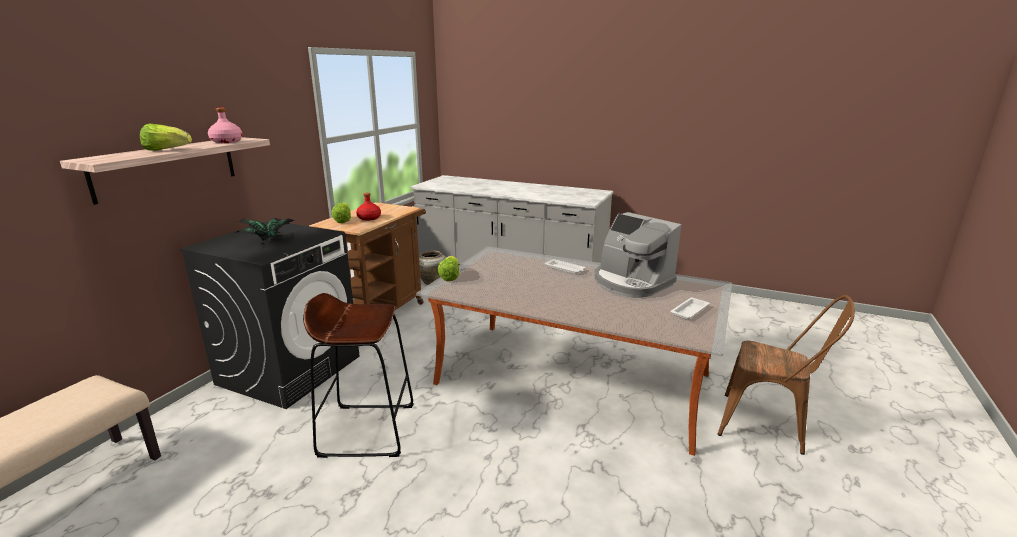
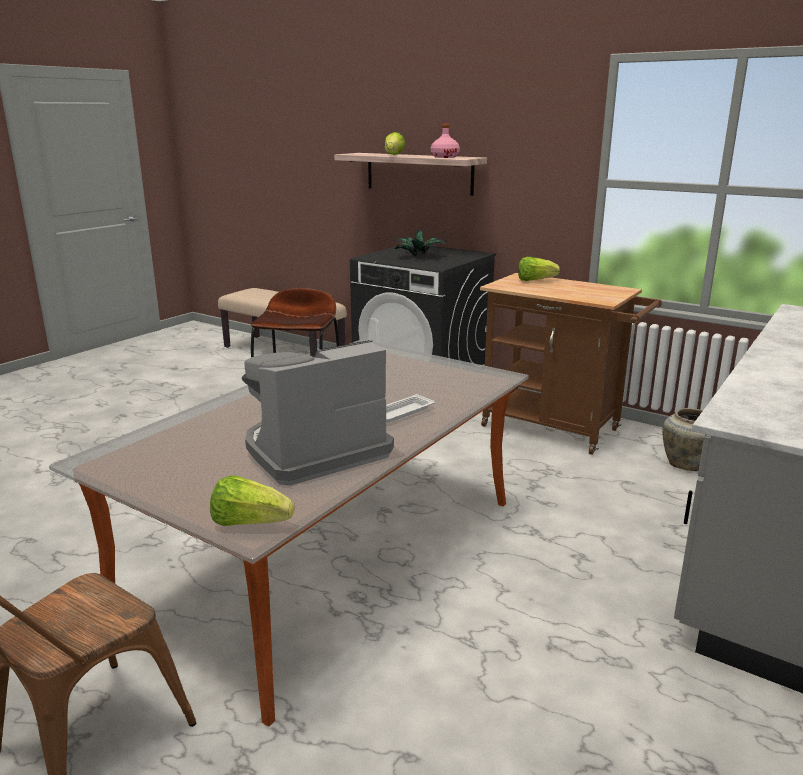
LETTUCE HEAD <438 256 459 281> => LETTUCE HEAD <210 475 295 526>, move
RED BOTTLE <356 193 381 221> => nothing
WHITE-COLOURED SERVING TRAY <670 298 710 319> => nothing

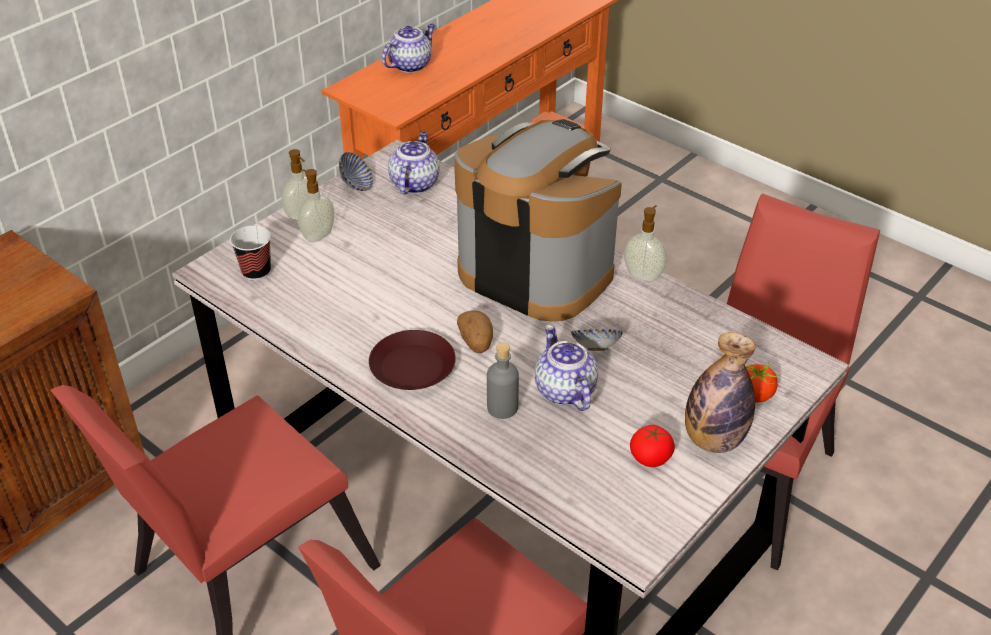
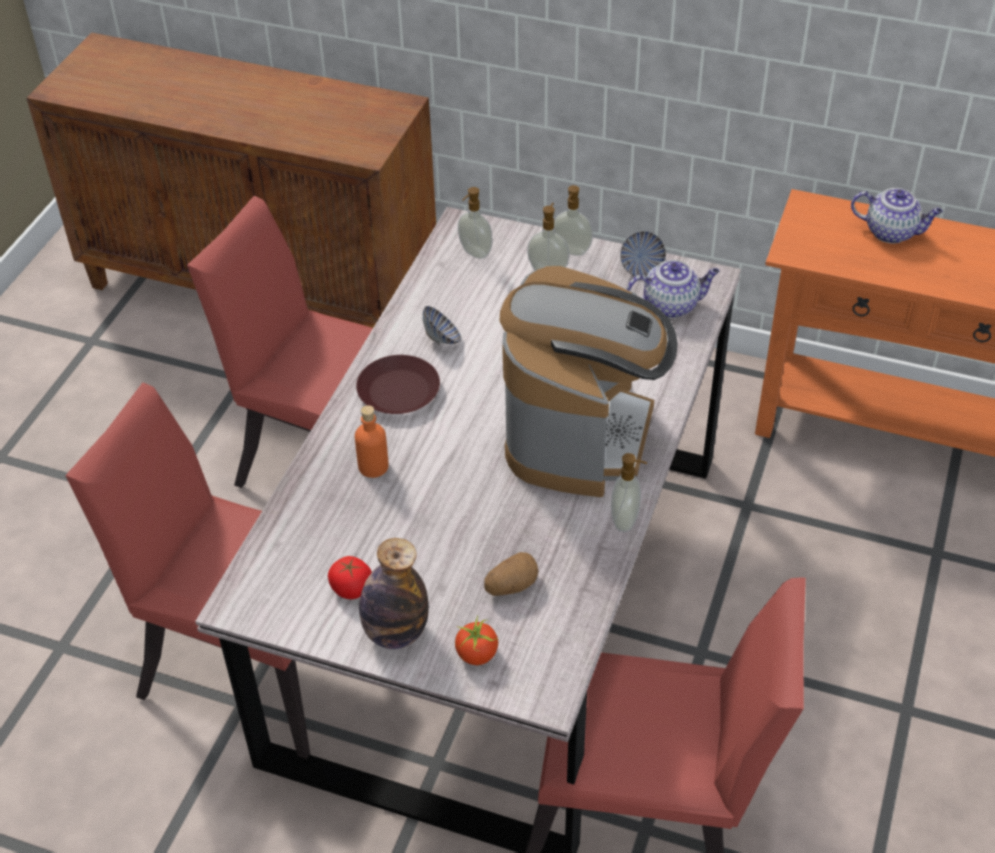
GRAY BOTTLE <487 342 519 419> => ORANGE BOTTLE <355 405 389 478>
SERVING BOWL <571 329 623 351> => SERVING BOWL <423 306 461 346>, move
CUP <230 226 271 281> => LIQUID SOAP BOTTLE <458 187 493 259>
WHOLE POTATO <457 310 493 353> => WHOLE POTATO <484 552 539 596>, move
TEAPOT <535 325 598 411> => nothing

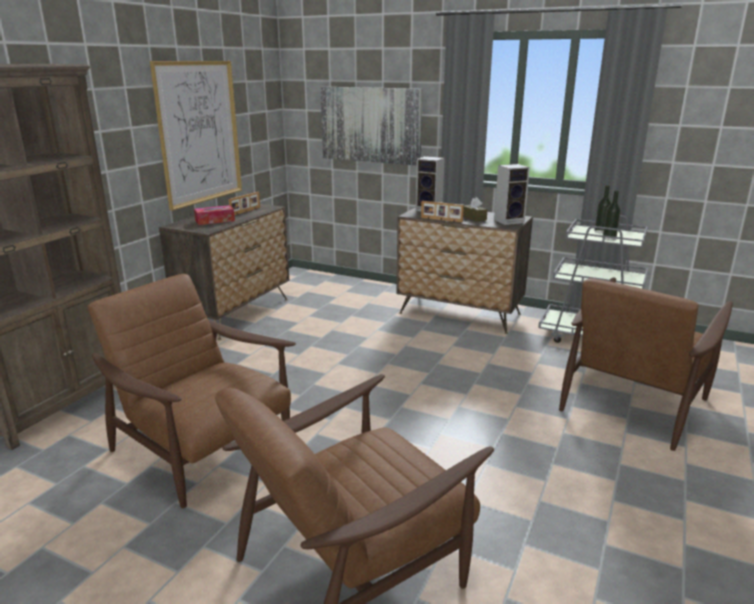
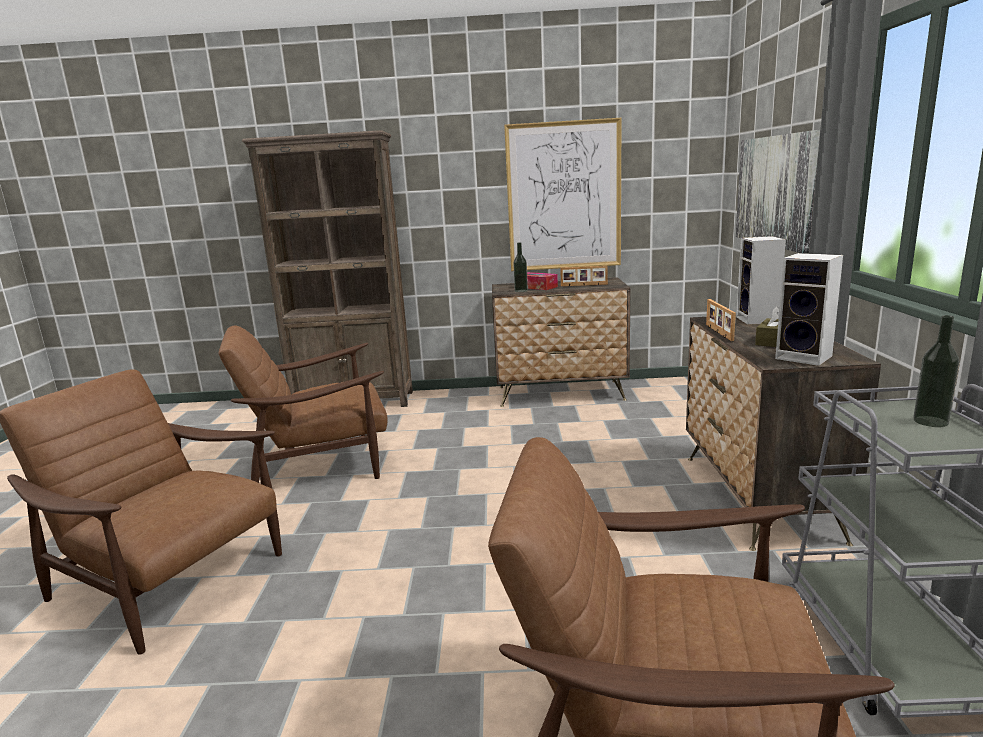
BROWN-COLOURED EASY CHAIR <87 274 296 508> => BROWN-COLOURED EASY CHAIR <219 326 388 483>, 120 degrees counterclockwise
BOTTLE <602 190 621 241> => BOTTLE <513 242 528 292>, move

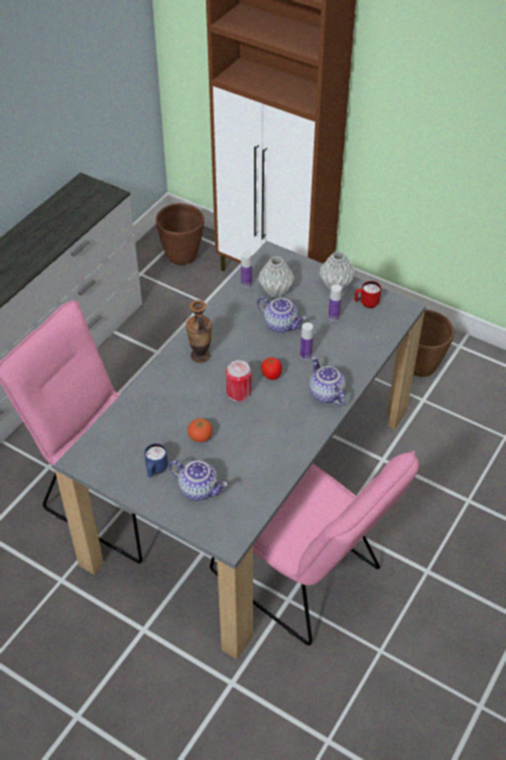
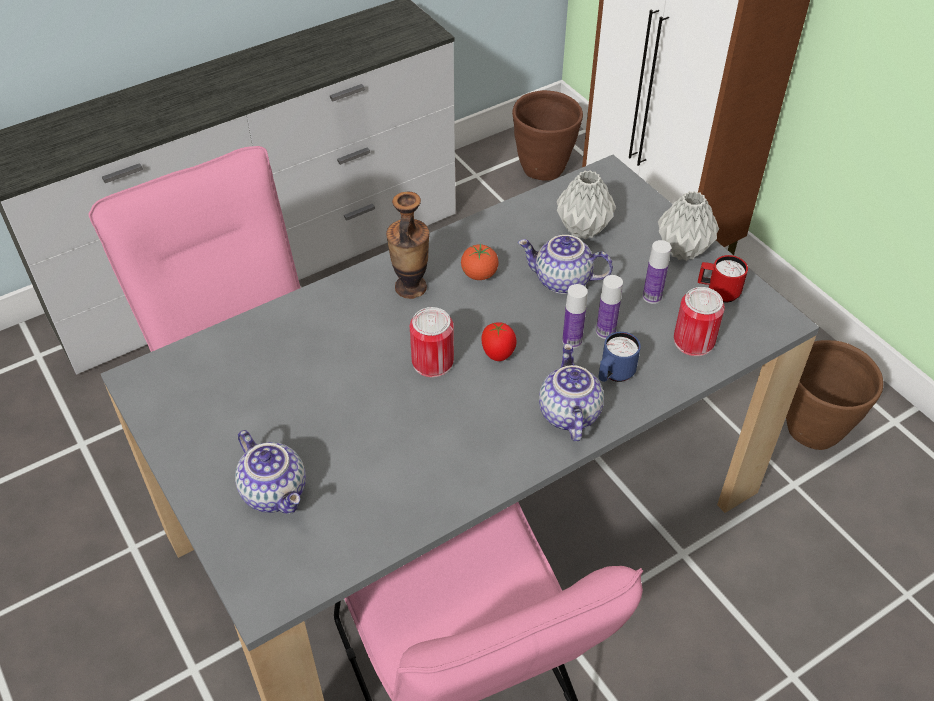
FRESH TOMATO <188 418 213 442> => FRESH TOMATO <461 244 499 280>, move
TEAPOT <257 296 306 333> => TEAPOT <518 235 613 294>, 135 degrees clockwise
BOTTLE <241 251 252 288> => BOTTLE <596 275 623 339>, move
BLUISH COFFEE MUG <144 443 168 477> => BLUISH COFFEE MUG <598 332 641 382>, move
nothing => CAN <674 287 725 356>

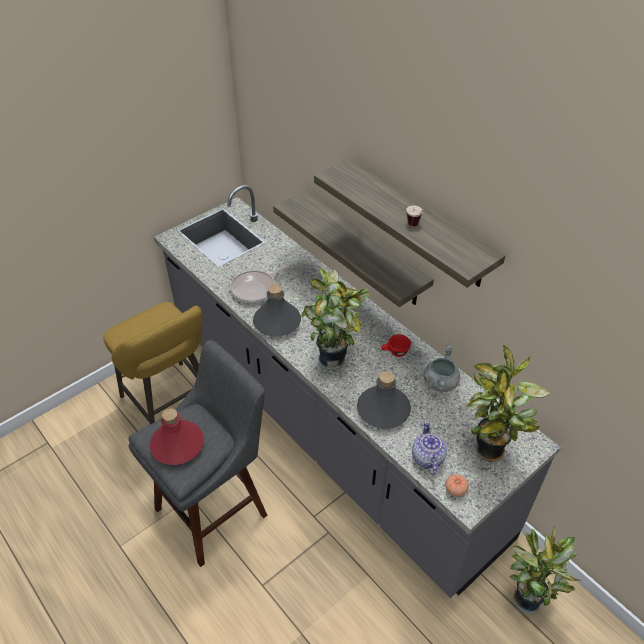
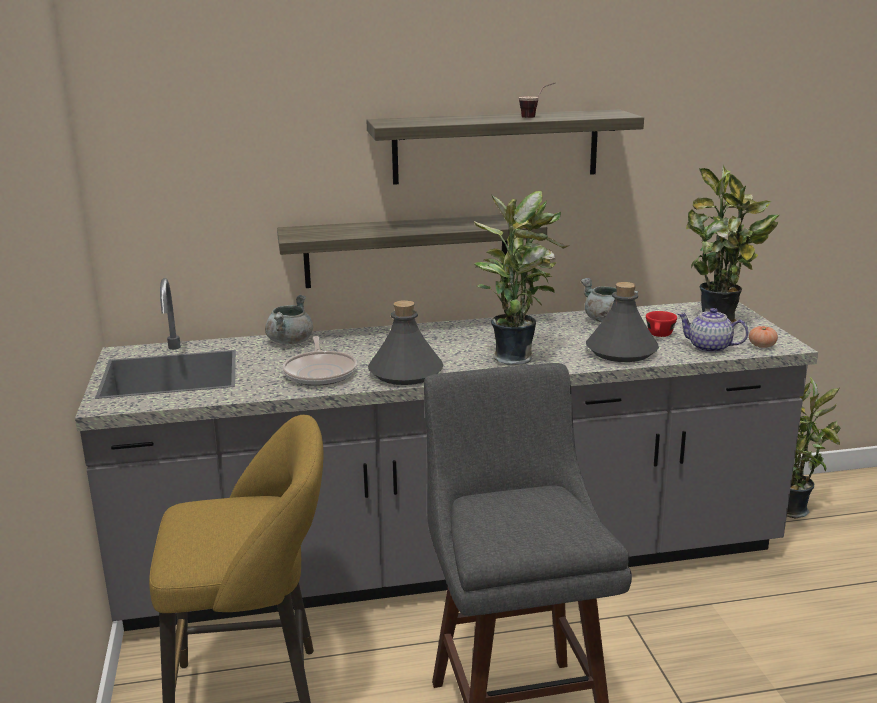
nothing => GRAY SAUCEPOT <265 295 313 344>
RED CUP <381 334 411 357> => RED CUP <646 311 677 337>, move
RED BOTTLE <150 408 204 465> => nothing

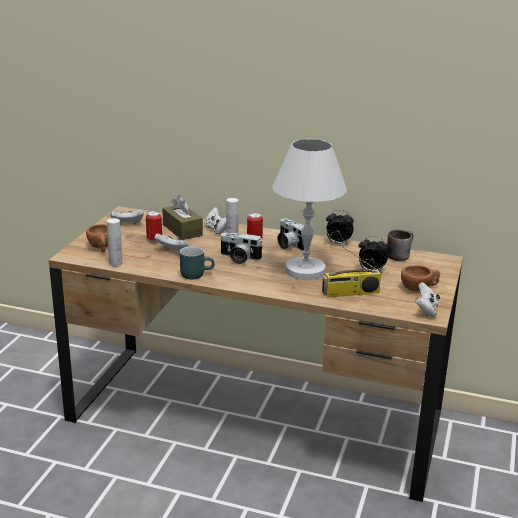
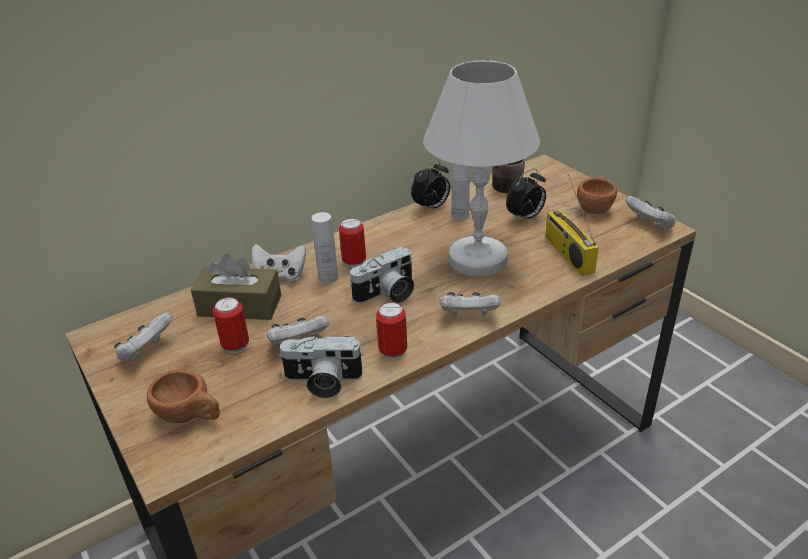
PHOTO CAMERA <277 218 305 251> => PHOTO CAMERA <279 336 364 398>, move
BLUE-GREEN COFFEE MUG <180 246 215 280> => CAN <376 302 407 359>
nothing => WHITE-COLOURED GAMEPAD <439 292 501 316>
WHITE-COLOURED BOTTLE <107 218 122 267> => WHITE-COLOURED BOTTLE <452 163 470 220>, move
RADIO RECEIVER <322 242 381 297> => RADIO RECEIVER <545 174 599 276>, 135 degrees clockwise

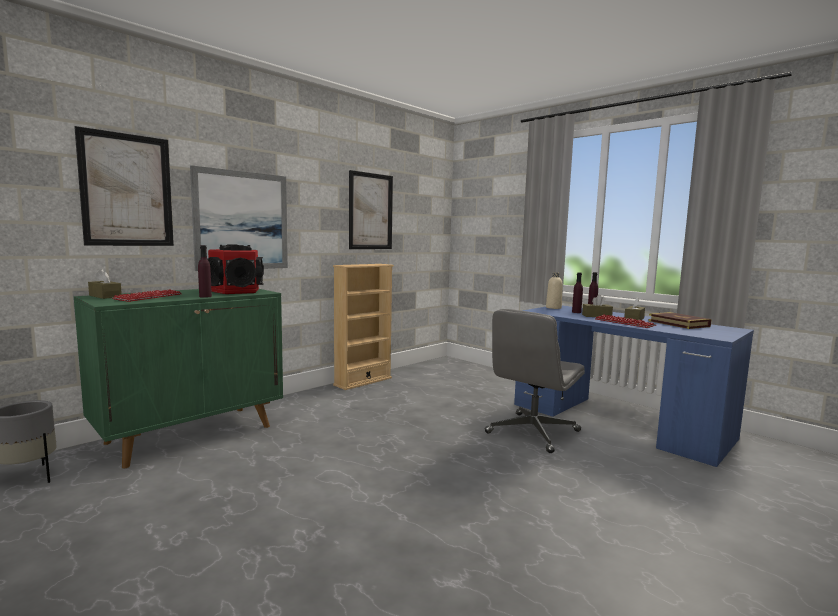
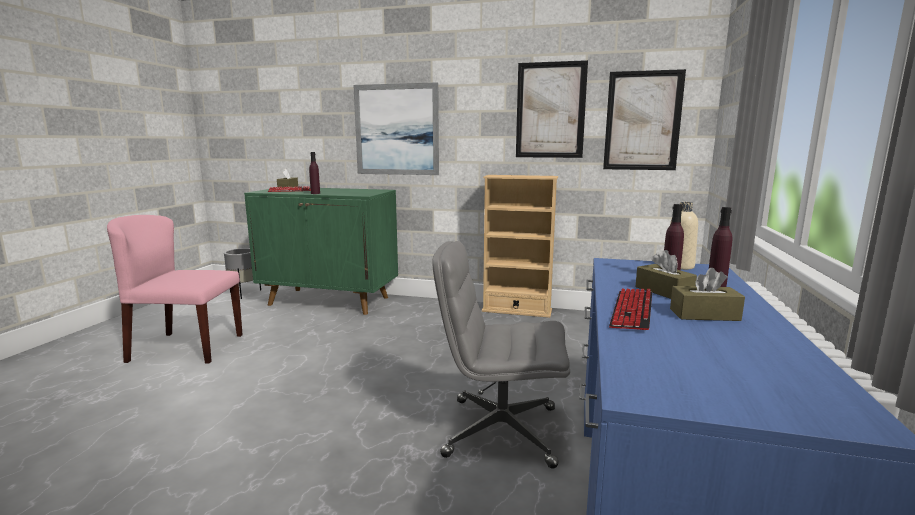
nothing => PINK-COLOURED CHAIR <107 215 243 364>
WALL PICTURE <74 126 174 246> => WALL PICTURE <603 69 686 170>, move
AUDIO SPEAKER <208 244 264 294> => nothing
BOUND BOOK <648 312 711 329> => nothing

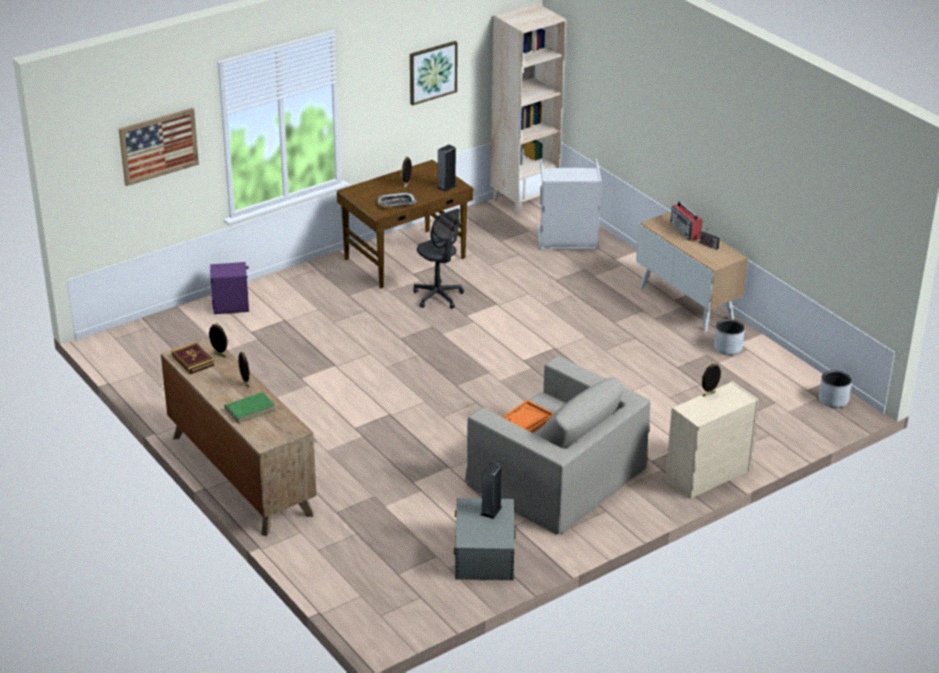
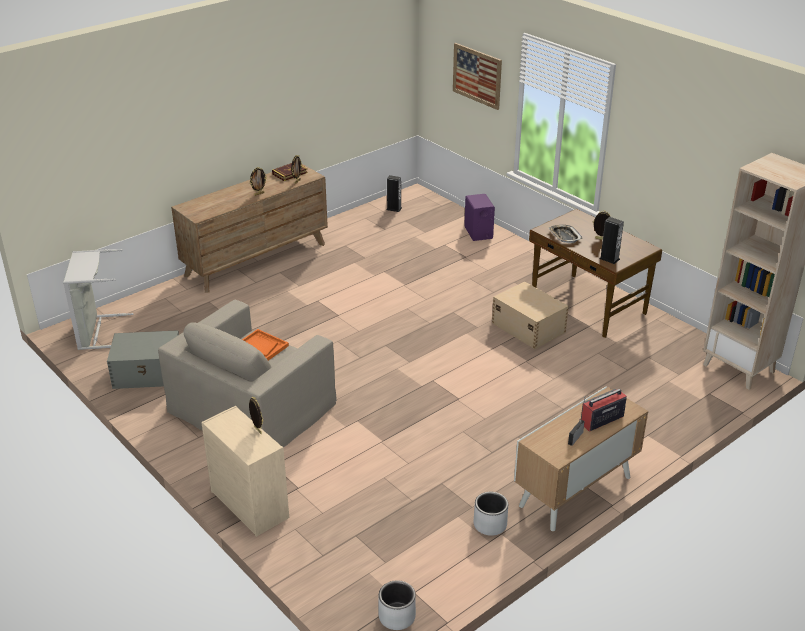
GRAY LAUNDRY BASKET <537 158 601 250> => GRAY LAUNDRY BASKET <63 249 133 350>, move
AUDIO SPEAKER <481 462 502 519> => AUDIO SPEAKER <386 175 402 212>, move
GRAY OFFICE CHAIR <413 209 464 309> => BEIGE STORAGE CONTAINER <492 281 569 349>
GREEN BOUND BOOK <225 392 276 424> => nothing
WALL PICTURE <410 41 458 106> => nothing

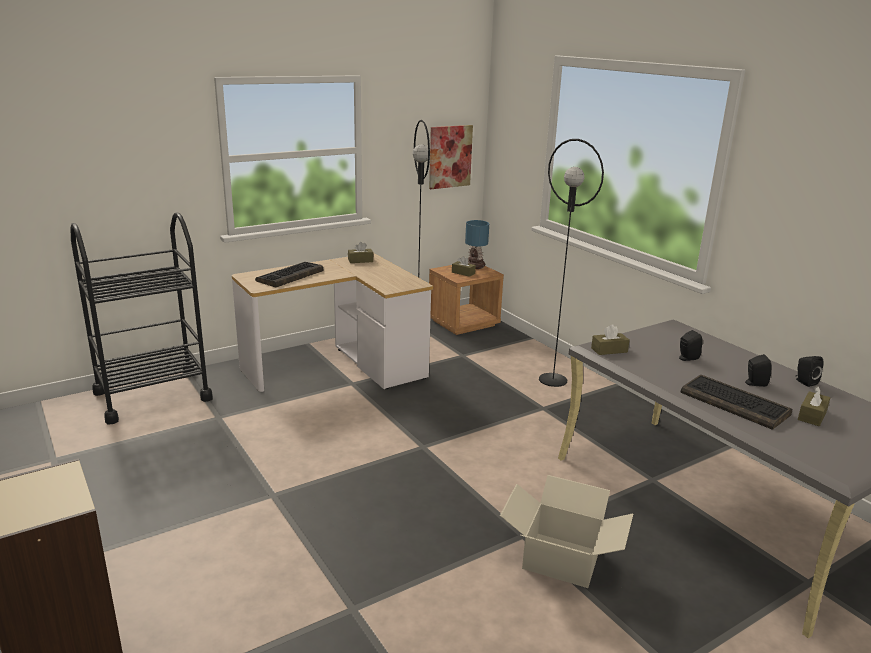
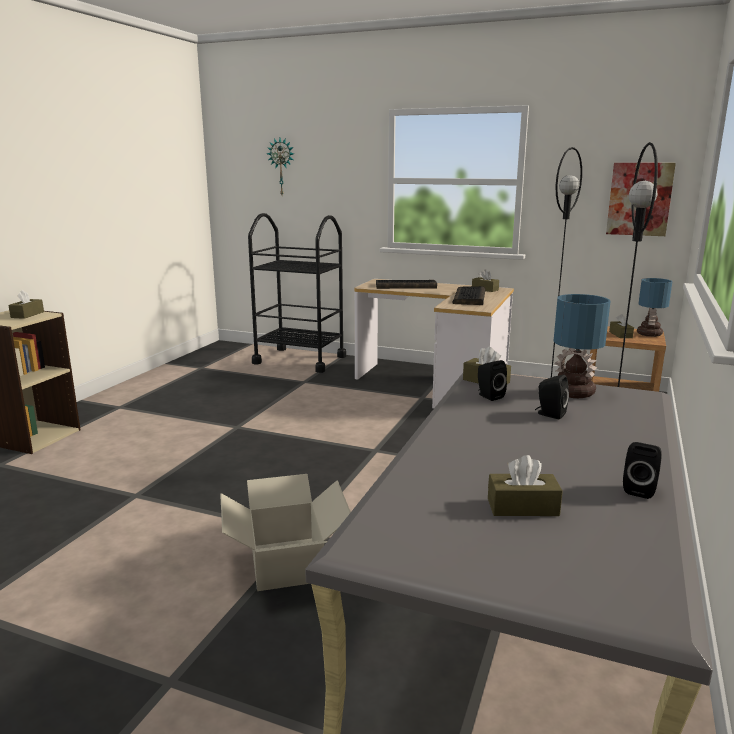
nothing => BROWN-COLOURED TISSUE BOX <8 290 44 319>
nothing => WALL CLOCK <267 138 294 195>
KEYBOARD <681 375 792 430> => KEYBOARD <453 286 485 305>, move
BLACK AUDIO SPEAKER <745 354 772 387> => BLACK AUDIO SPEAKER <478 360 507 401>, move
nothing => LAMP FOR A TABLE <553 294 611 398>

